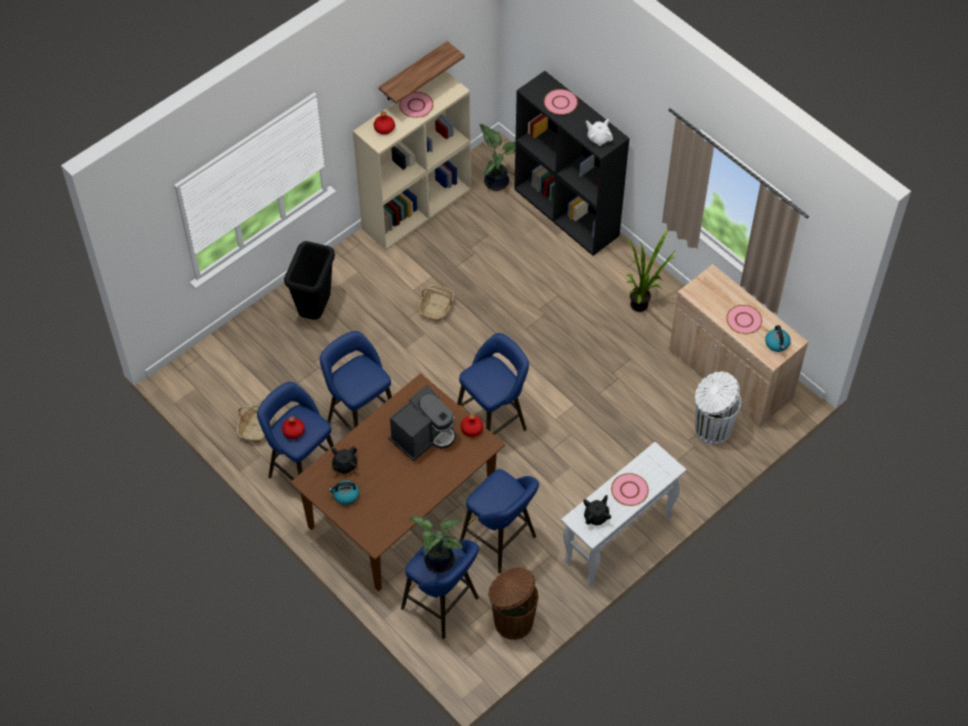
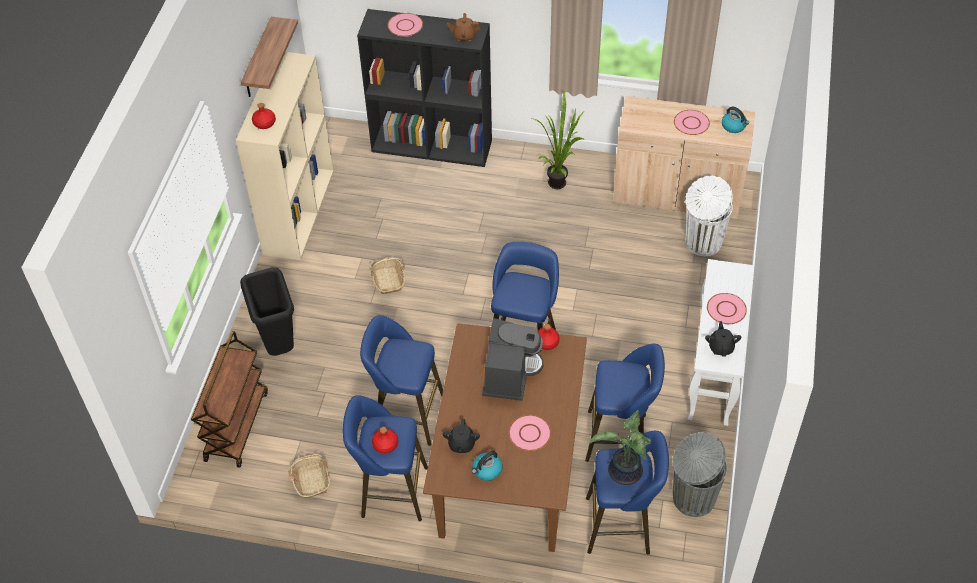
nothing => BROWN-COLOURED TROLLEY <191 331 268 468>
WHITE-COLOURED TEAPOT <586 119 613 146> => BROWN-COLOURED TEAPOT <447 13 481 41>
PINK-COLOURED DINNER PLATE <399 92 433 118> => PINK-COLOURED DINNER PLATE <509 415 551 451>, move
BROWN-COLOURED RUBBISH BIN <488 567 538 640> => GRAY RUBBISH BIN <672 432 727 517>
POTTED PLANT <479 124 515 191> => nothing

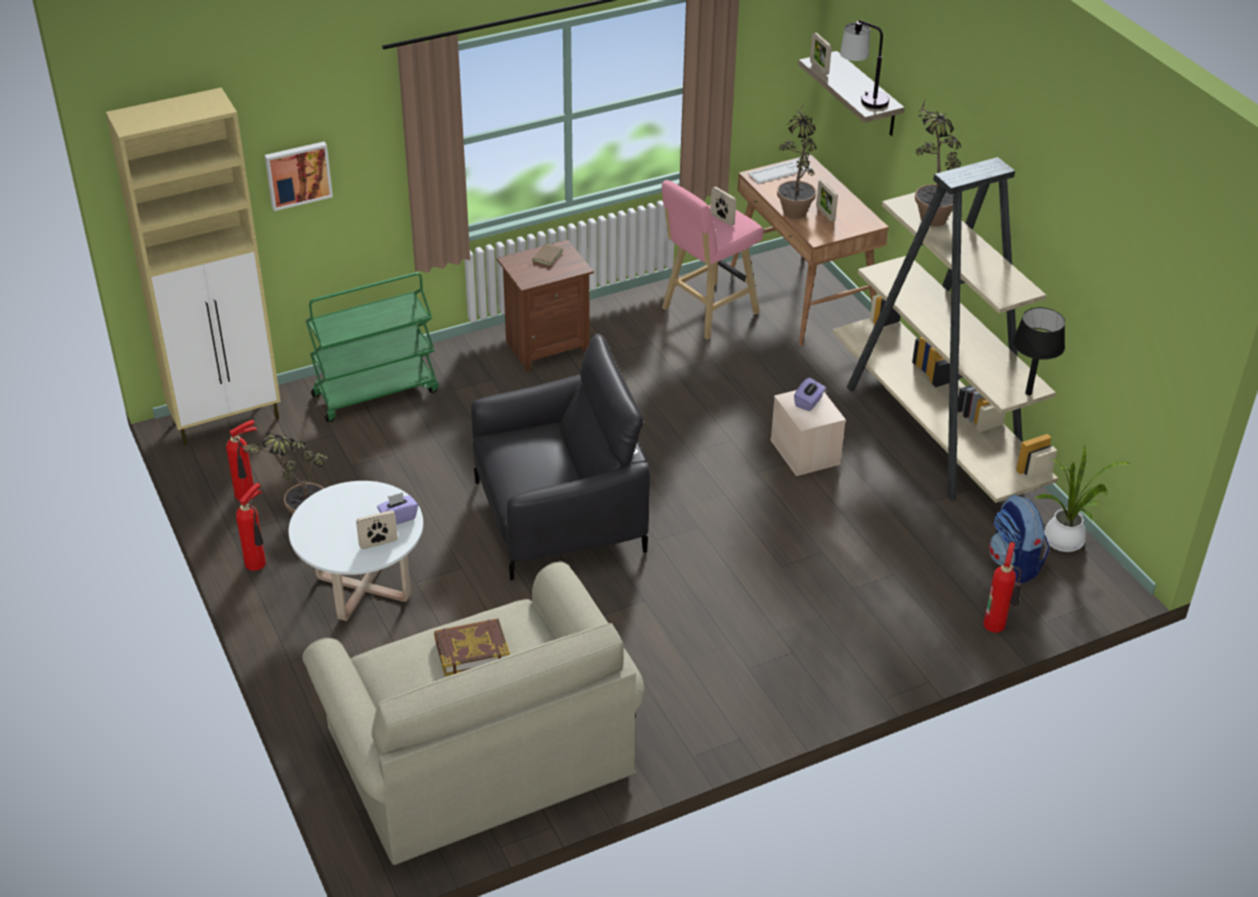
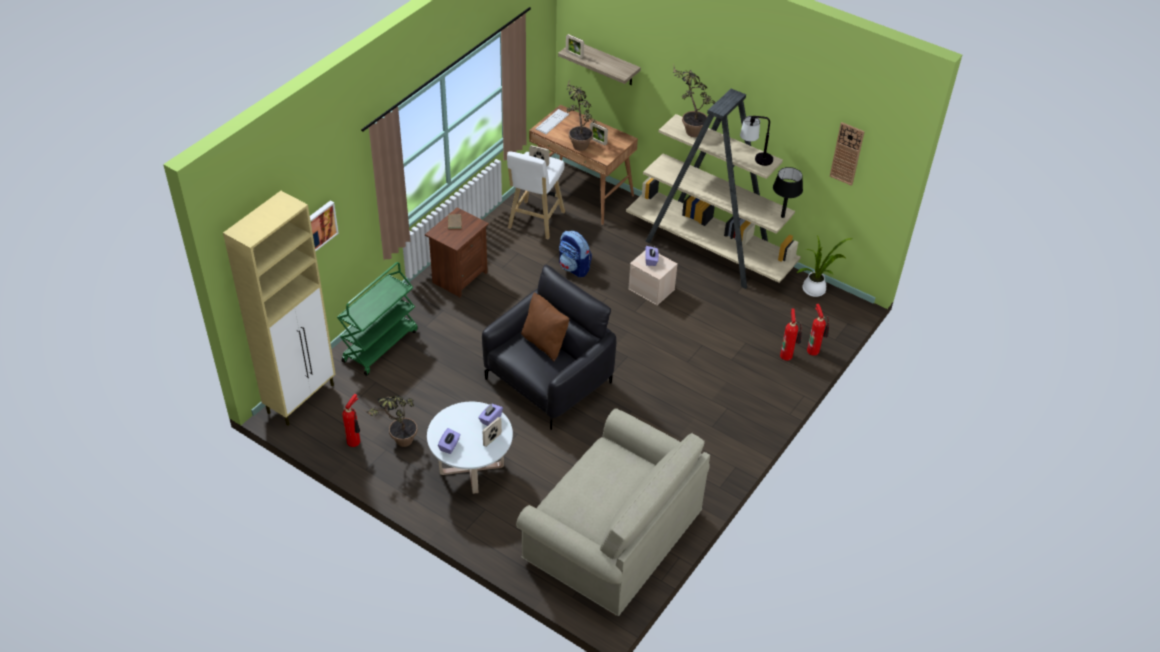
nothing => PURPLE-COLOURED TISSUE BOX <438 428 461 454>
PINK-COLOURED STOOL <662 180 763 340> => WHITE-COLOURED STOOL <507 151 565 239>
nothing => BROWN-COLOURED CUSHION <521 292 569 362>
RUCKSACK <989 494 1050 583> => RUCKSACK <559 231 592 277>, move
LAMP FOR A TABLE <840 20 889 109> => LAMP FOR A TABLE <740 116 773 166>, move
FIRE-FIGHTING CYLINDER <236 483 266 571> => FIRE-FIGHTING CYLINDER <780 309 802 361>, move
nothing => WALL CLOCK <830 122 865 186>
BOUND BOOK <434 618 510 676> => nothing

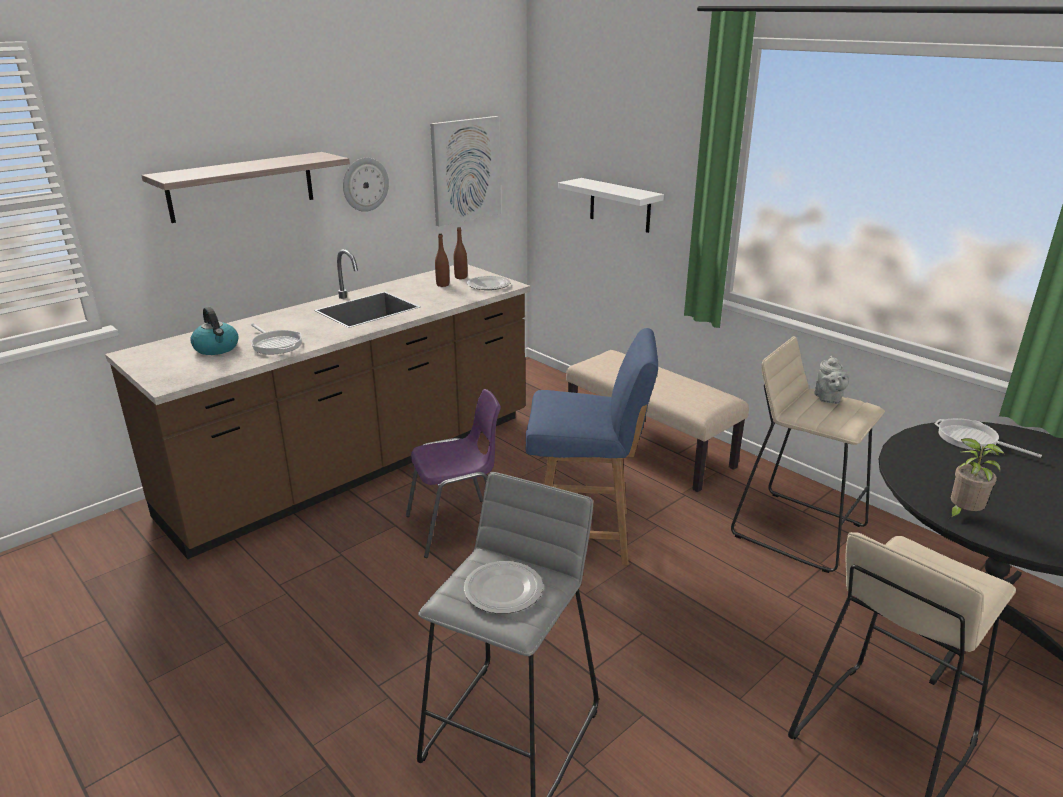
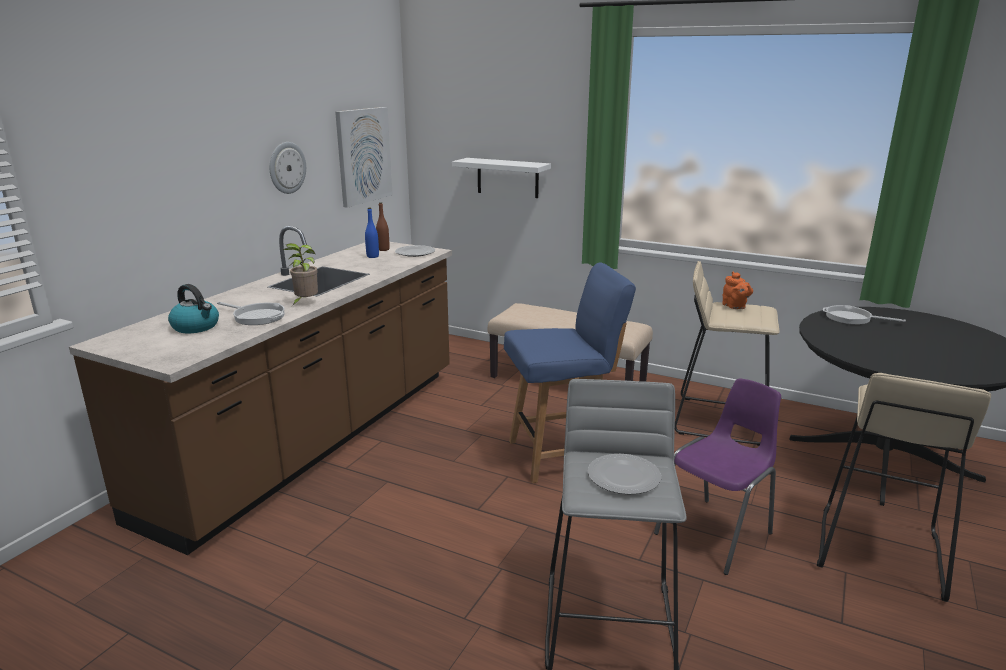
POTTED PLANT <948 438 1004 519> => POTTED PLANT <283 243 318 306>, move
BROWN-COLOURED BOTTLE <435 233 449 287> => BLUISH BOTTLE <365 208 379 258>
PURPLE-COLOURED CHAIR <406 389 501 558> => PURPLE-COLOURED CHAIR <654 378 781 575>, move
GRAY TEAPOT <814 356 849 404> => ORANGE TEAPOT <722 272 753 309>
BRACKET SHELF <141 152 350 223> => nothing

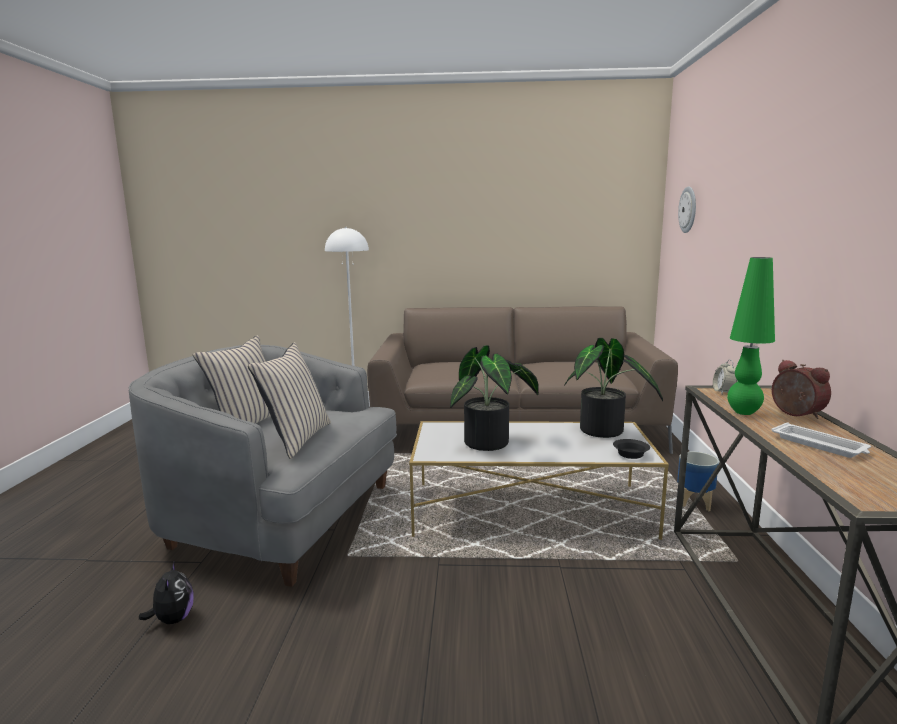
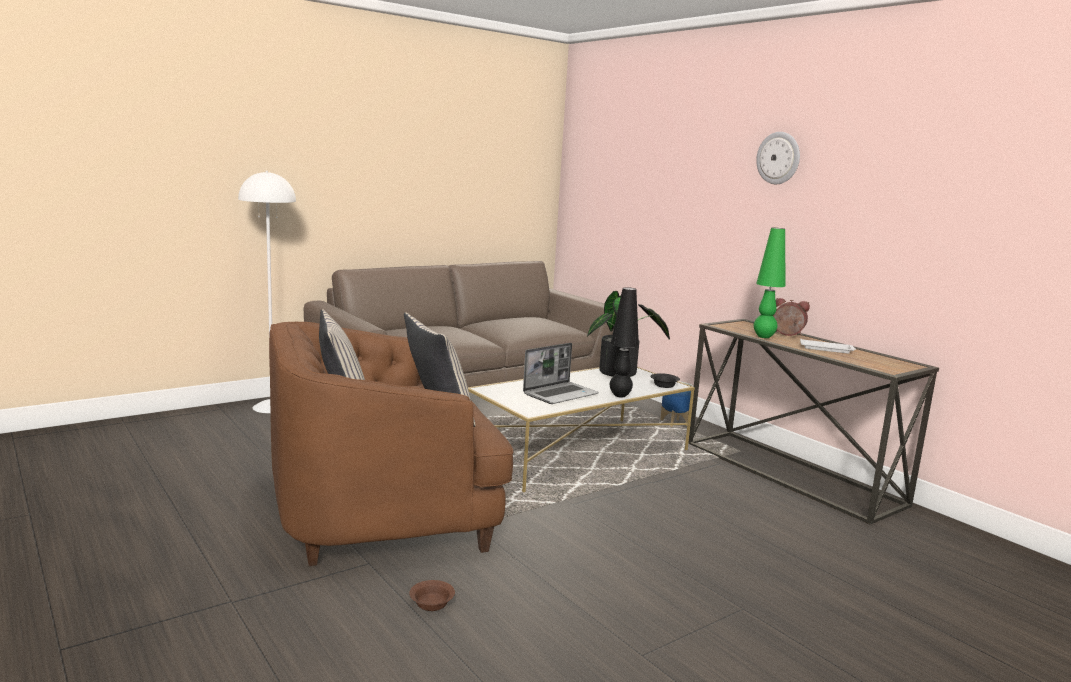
GRAY EASY CHAIR <129 345 397 587> => BROWN-COLOURED EASY CHAIR <269 322 513 566>
CUDDLY TOY <139 560 194 624> => BROWN-COLOURED SERVING BOWL <409 580 455 611>
POTTED PLANT <450 345 539 451> => NOTEBOOK COMPUTER <523 343 599 404>
nothing => BLACK LAMP FOR A TABLE <610 287 639 398>
WALL CLOCK <678 186 696 233> => WALL CLOCK <756 132 800 184>, move
BEDSIDE CLOCK <713 359 737 394> => nothing

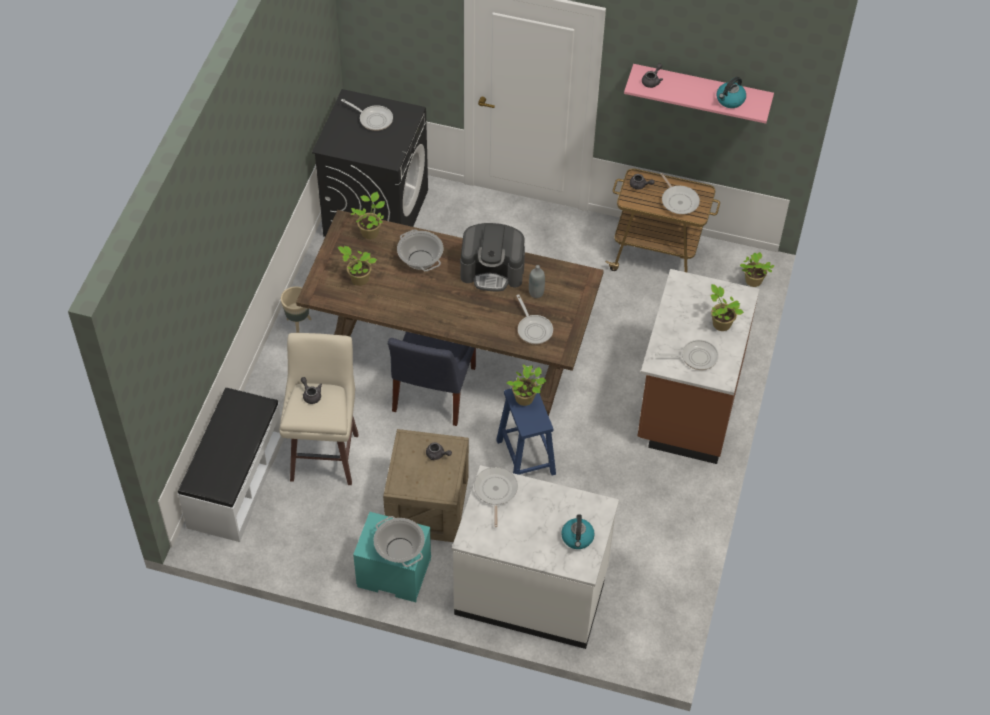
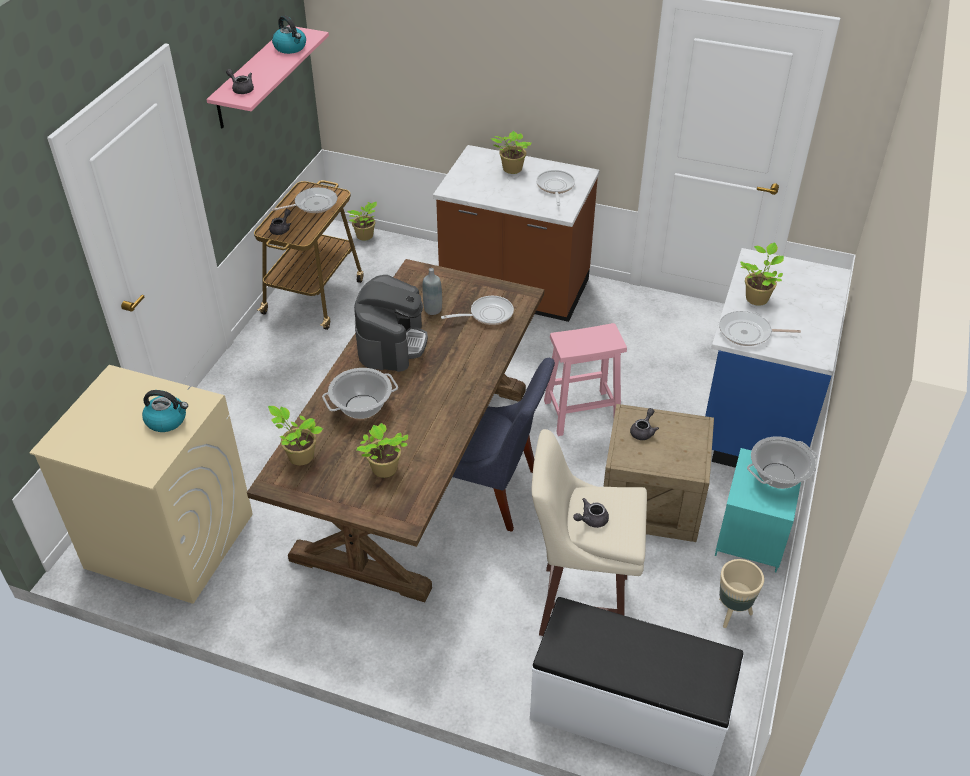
BLACK LAUNDRY APPLIANCE <312 89 428 237> => BEIGE LAUNDRY APPLIANCE <29 365 253 604>
WATER KETTLE <561 514 595 549> => WATER KETTLE <142 390 188 432>, move
BLUISH STOOL <496 388 556 475> => PINK-COLOURED STOOL <544 323 627 436>
WHITE-COLOURED KITCHEN COUNTER <452 465 619 649> => BLUISH KITCHEN COUNTER <705 248 851 468>
BEIGE PLANTER <281 287 311 333> => BEIGE PLANTER <719 559 764 628>, move
POTTED PLANT <506 364 546 406> => POTTED PLANT <740 242 784 306>, move
SKILLET <341 99 393 131> => nothing

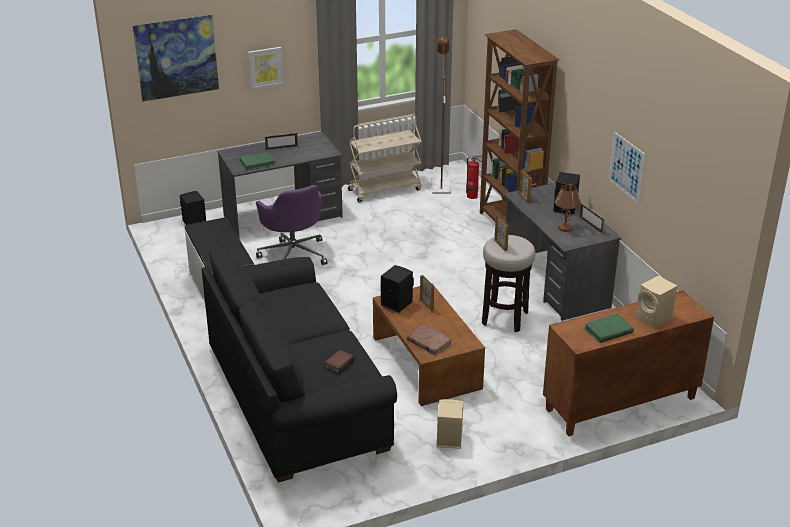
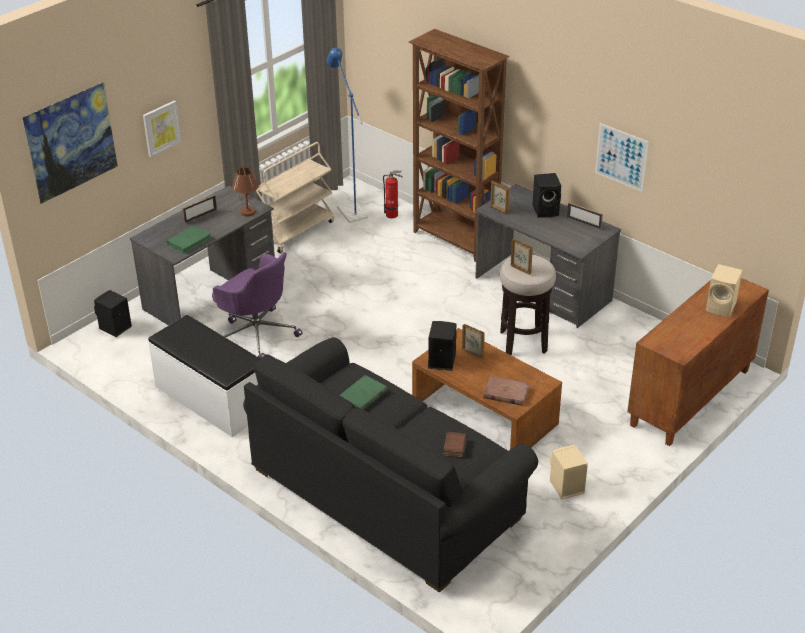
BROWN-COLOURED LAMP FOR A TABLE <555 184 581 232> => BROWN-COLOURED LAMP FOR A TABLE <232 167 259 216>, move
BROWN-COLOURED STANDING LAMP <432 36 451 194> => BLUISH STANDING LAMP <327 48 368 223>
GREEN BOUND BOOK <583 314 634 343> => GREEN BOUND BOOK <340 375 388 410>, move

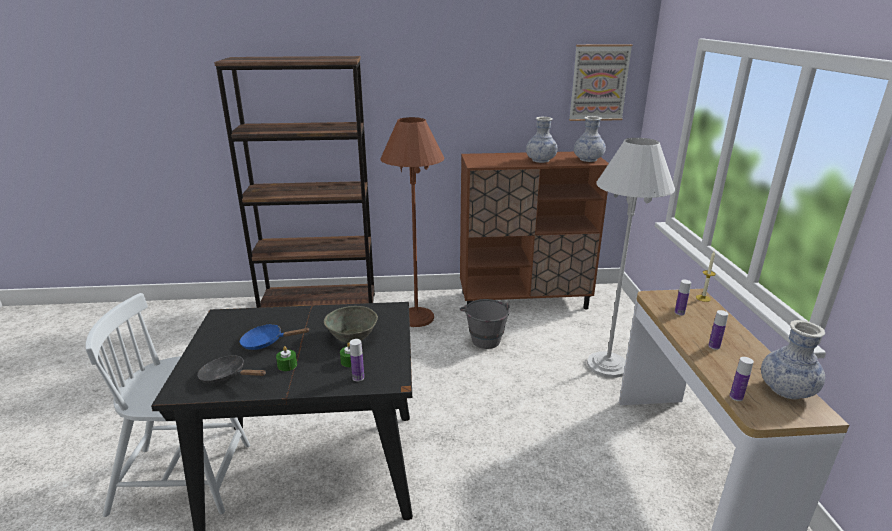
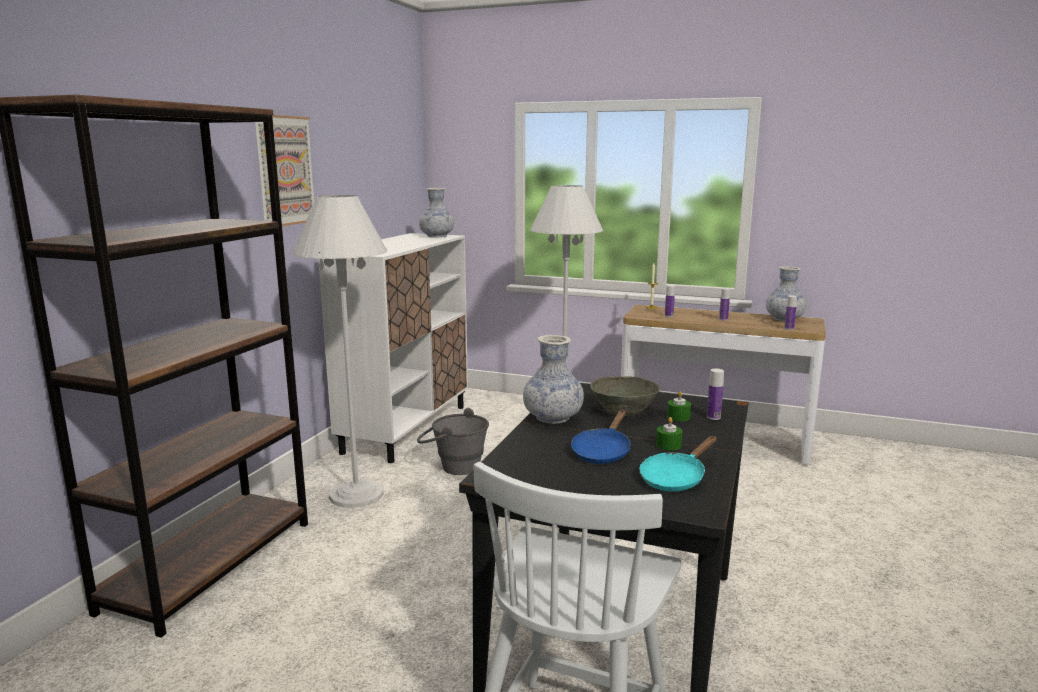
WALL PICTURE <569 44 632 121> => WALL PICTURE <255 115 314 226>, move
BROWN-COLOURED STANDING LAMP <380 117 445 327> => WHITE-COLOURED STANDING LAMP <292 195 387 508>
BROWN-COLOURED STORAGE CABINET <460 152 609 310> => WHITE-COLOURED STORAGE CABINET <318 233 468 463>
VASE <526 117 558 163> => VASE <523 335 584 424>, move
BLACK SKILLET <197 355 266 384> => BLUE-GREEN SKILLET <639 436 716 492>

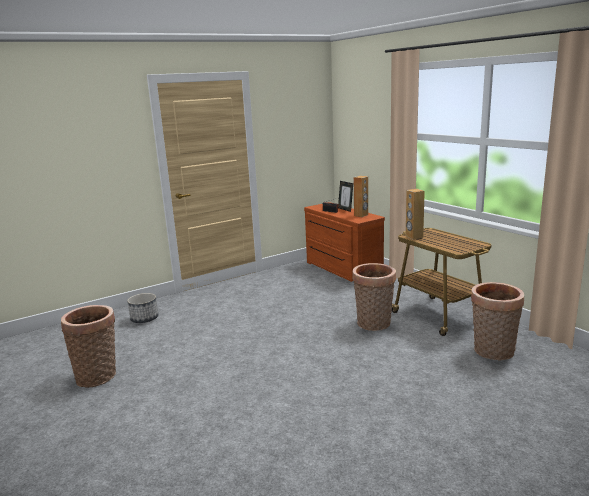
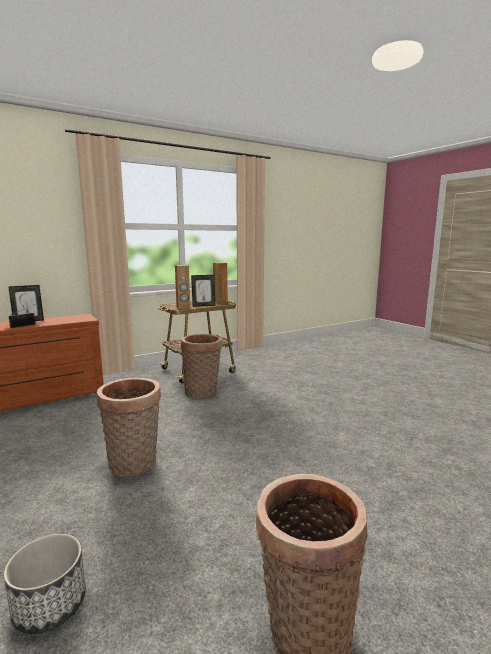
STORAGE BASKET <471 282 524 360> => STORAGE BASKET <97 378 161 476>, move
nothing => STANDING FRAME <191 275 216 307>
BROWN-COLOURED AUDIO SPEAKER <354 176 368 217> => BROWN-COLOURED AUDIO SPEAKER <213 263 228 303>, move

